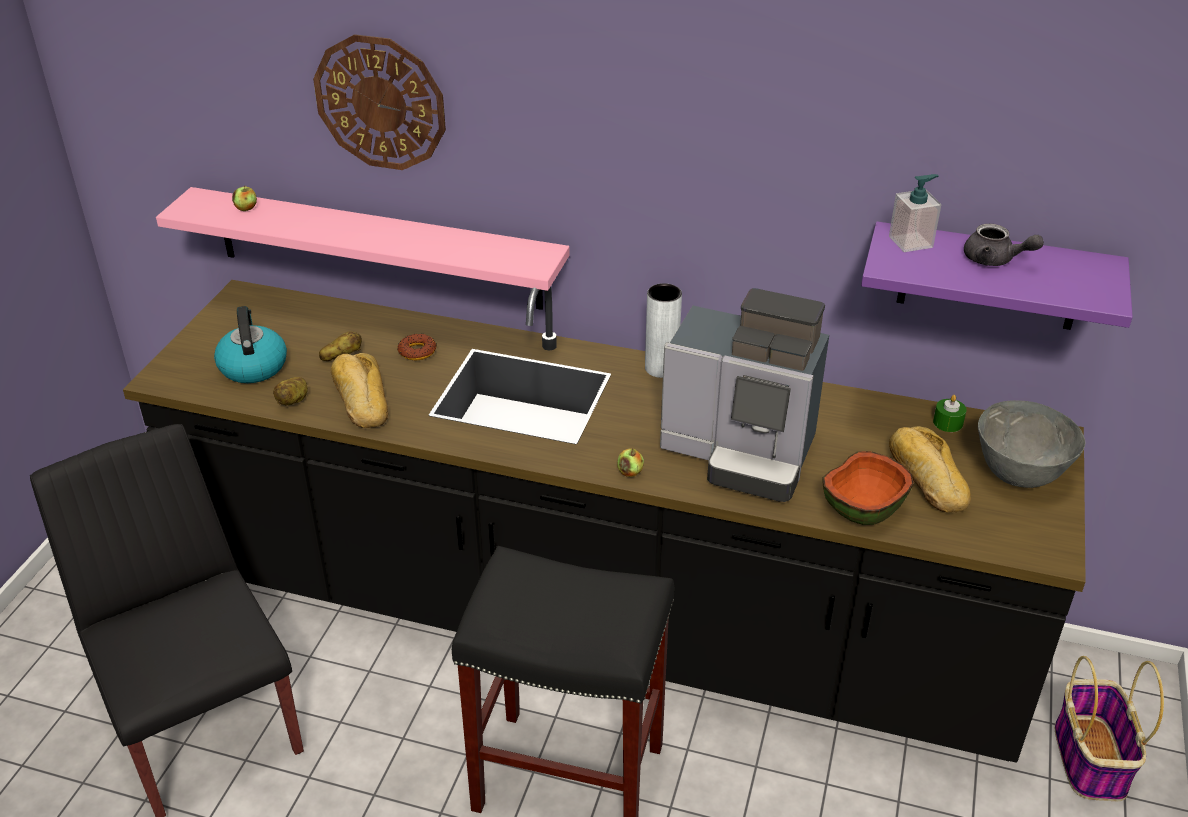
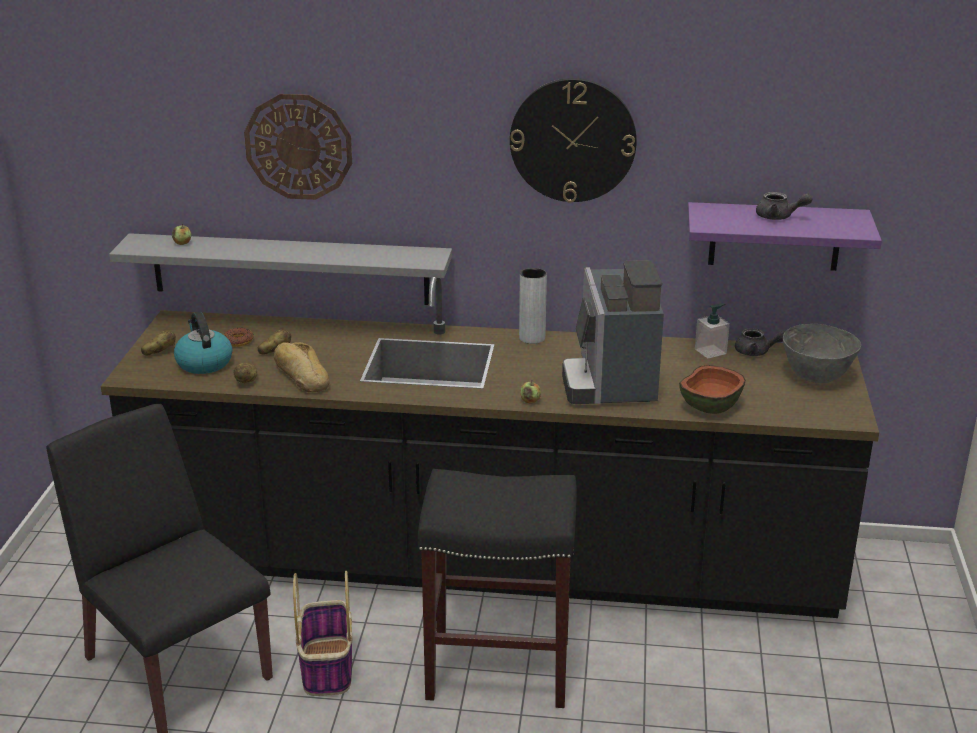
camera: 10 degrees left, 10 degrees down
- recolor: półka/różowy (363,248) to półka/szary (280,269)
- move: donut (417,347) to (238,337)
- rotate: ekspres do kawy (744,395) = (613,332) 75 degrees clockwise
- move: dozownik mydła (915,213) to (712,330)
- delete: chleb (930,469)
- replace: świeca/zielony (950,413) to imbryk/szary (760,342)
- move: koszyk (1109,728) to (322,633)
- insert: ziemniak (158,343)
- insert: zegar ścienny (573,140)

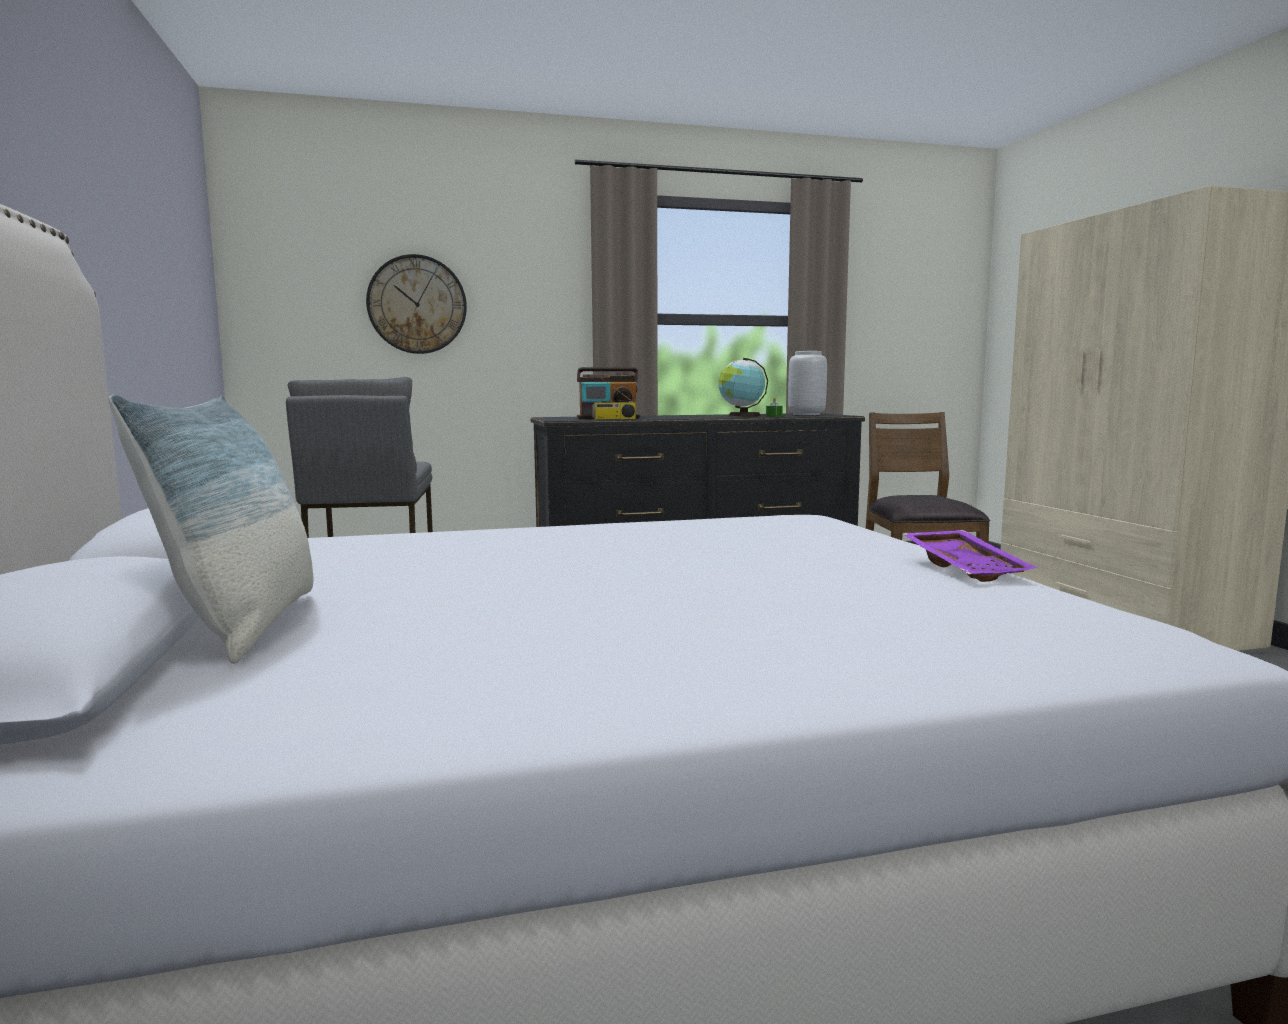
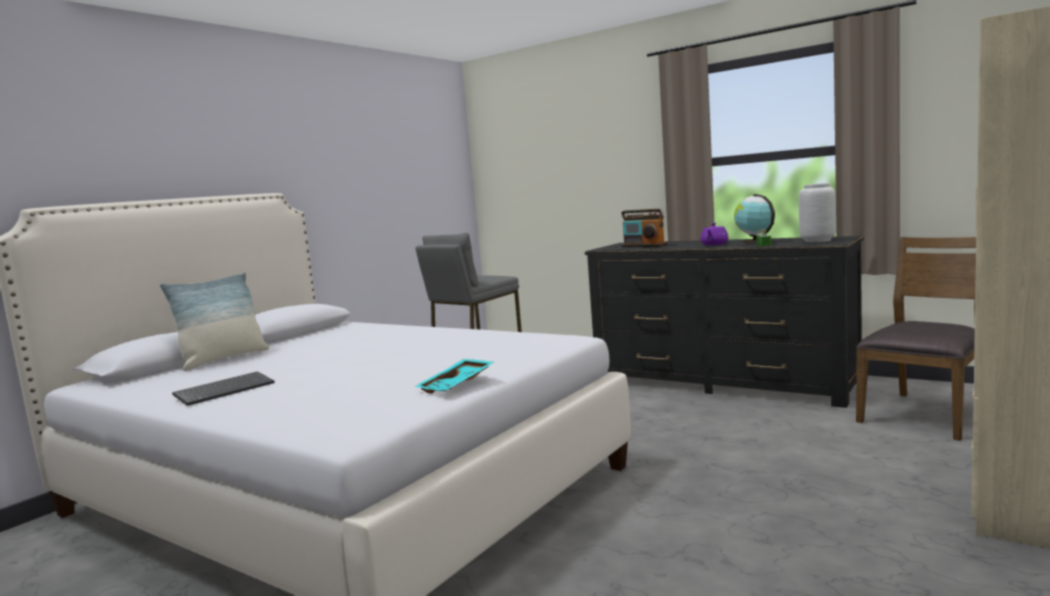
camera: 50 degrees right, 0 degrees up
- delete: zegar ścienny (416,304)
- delete: radio (614,399)
- recolor: taca/fioletowy (970,556) to taca/turkusowy (454,376)
- insert: klawiatura (223,388)
- insert: imbryk/fioletowy (714,234)

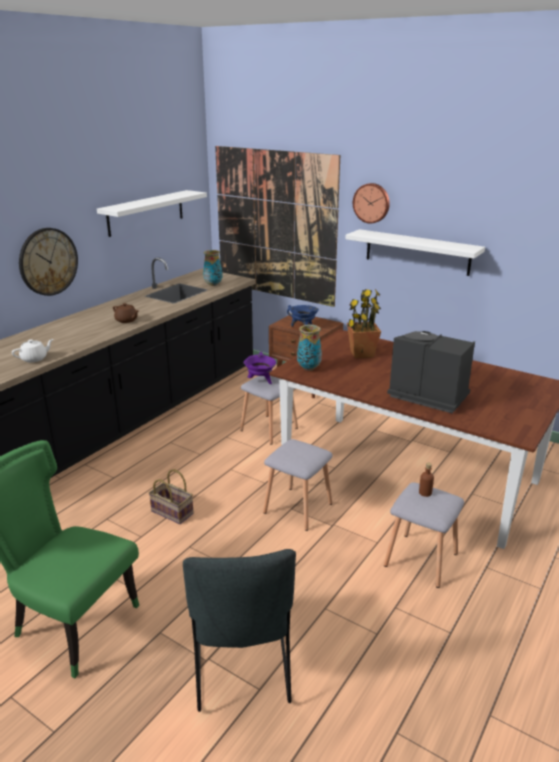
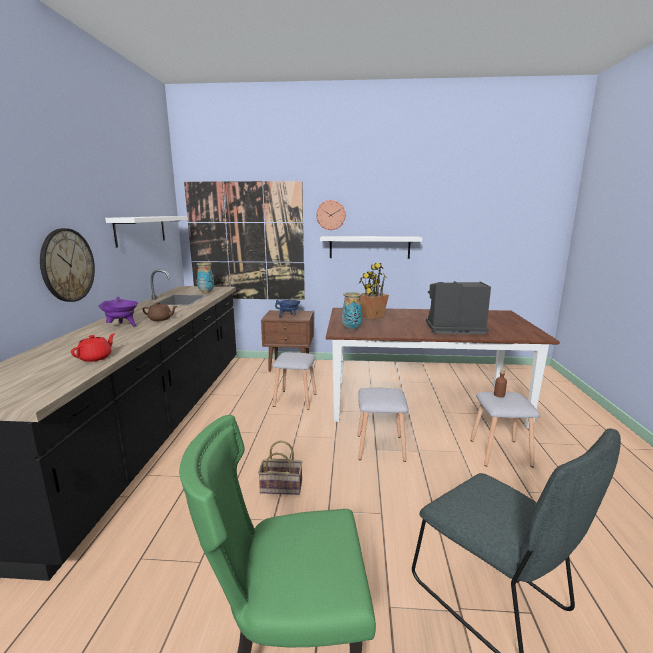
camera: 30 degrees left, 10 degrees down
- recolor: imbryk/biały (32,350) to imbryk/czerwony (93,347)
- move: garnek/fioletowy (259,368) to (118,312)

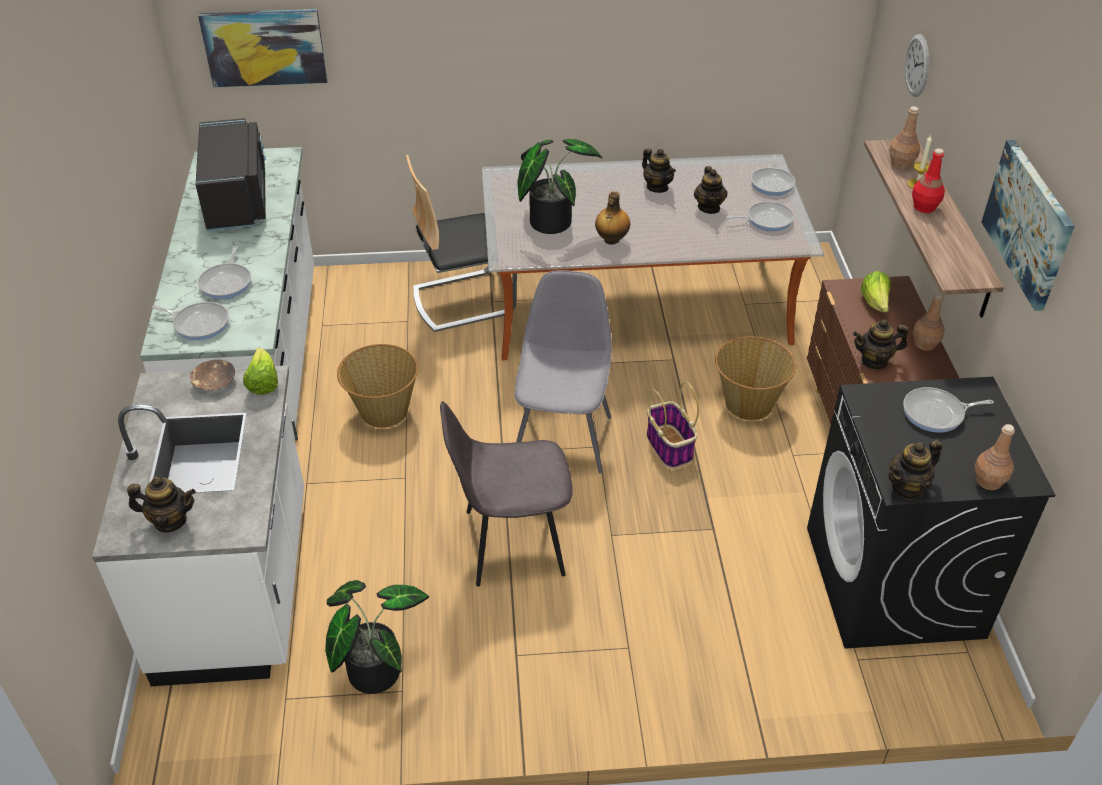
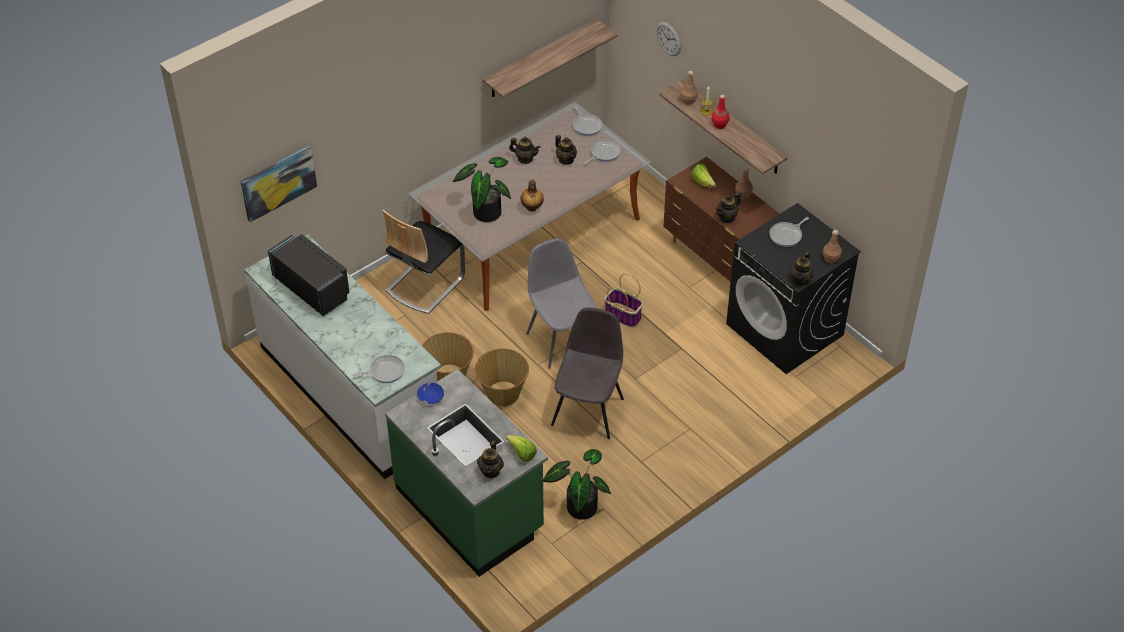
camera: 35 degrees left, 5 degrees up
- recolor: zabudowa kuchenna/biały (198,525) to zabudowa kuchenna/zielony (466,473)
- rotate: imbryk (161,504) = (490,459) 135 degrees clockwise
- recolor: miska/brązowy (212,375) to miska/niebieski (430,393)
- delete: patelnia (224,272)
- move: sałata (260,371) to (521,448)
- rotate: krzesło/szary (506,494) = (587,373) 150 degrees clockwise
- move: koszyk (755,378) to (502,377)
- delete: obraz (1028,225)
- insert: półka (550,58)

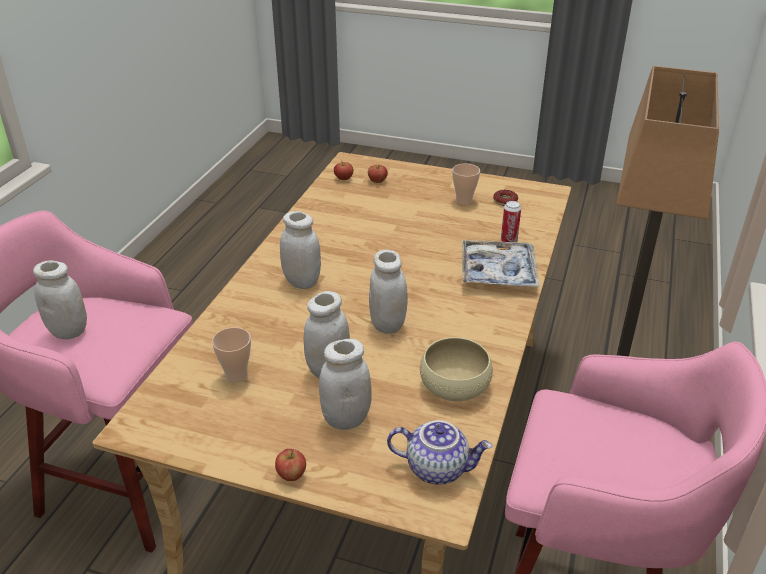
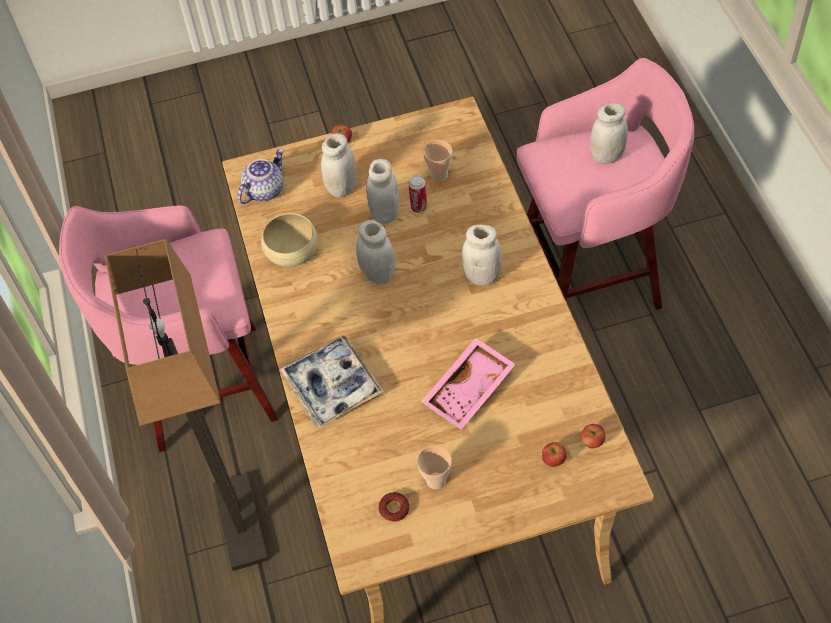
camera: 150 degrees right, 20 degrees up
- rotate: imbryk (439,452) = (260,176) 150 degrees clockwise
- move: puszka (511,221) to (418,194)
- insert: taca/różowy (468,383)

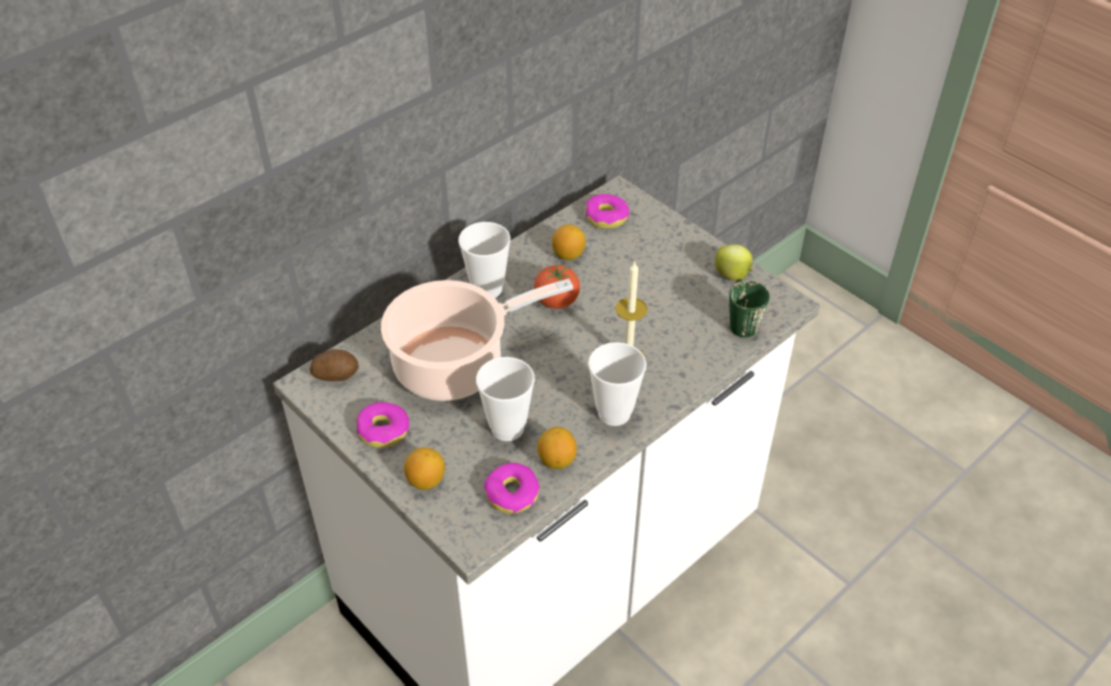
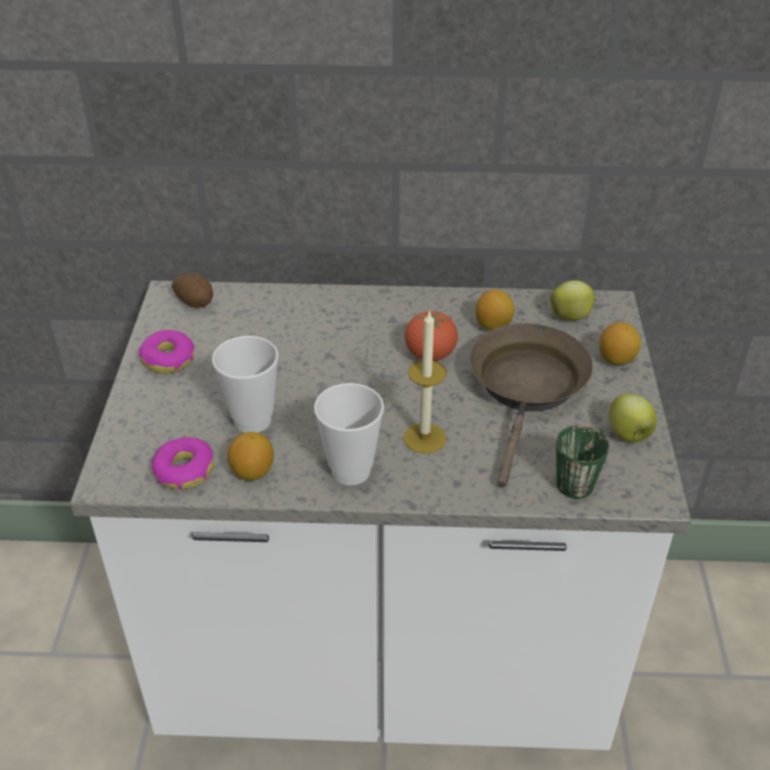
camera: 45 degrees right, 5 degrees down
- delete: garnek (477,340)
- move: cytryna (424,468) to (620,343)
- delete: filiżanka (484,260)
- replace: donut (607,211) to jabłko (573,300)
- insert: patelnia/brązowy (531,405)

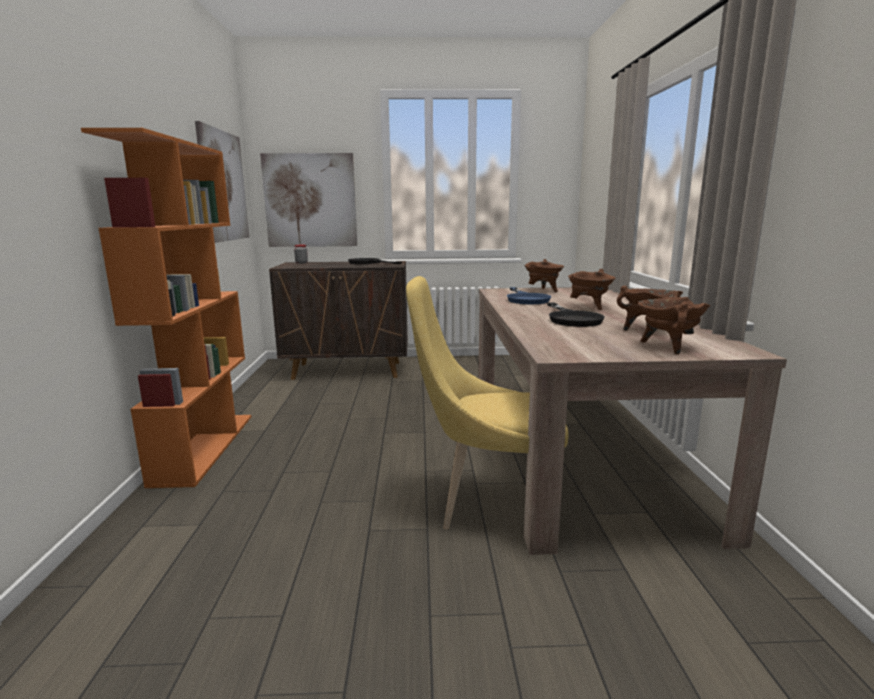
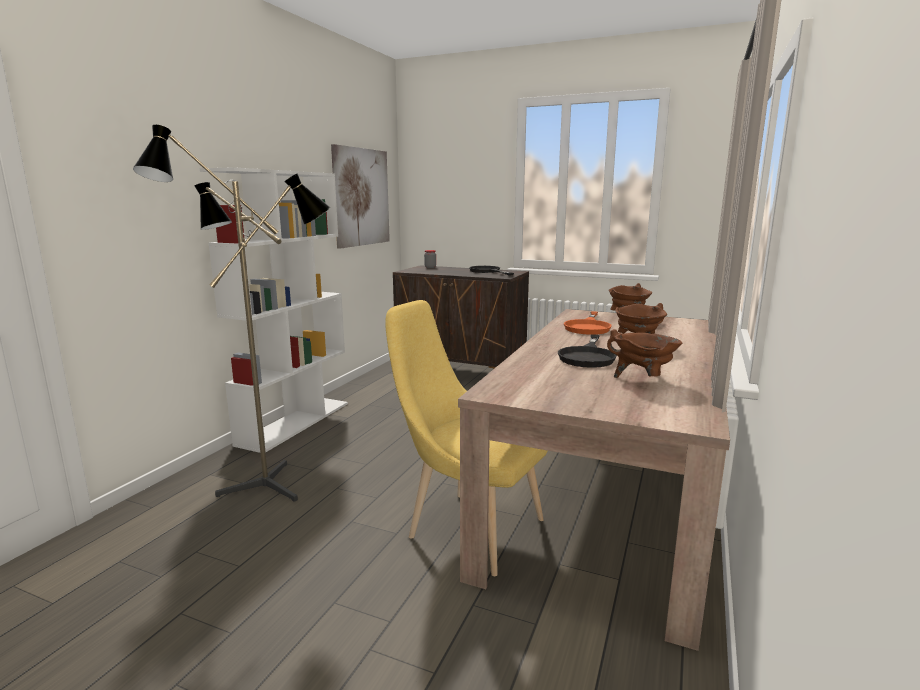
camera: 25 degrees right, 0 degrees up
- recolor: regał/pomarańczowy (166,308) to regał/biały (274,310)
- delete: obraz (308,200)
- recolor: patelnia/niebieski (529,295) to patelnia/pomarańczowy (587,323)
- delete: garnek/brązowy (674,325)
- insert: lampa stojąca (231,313)

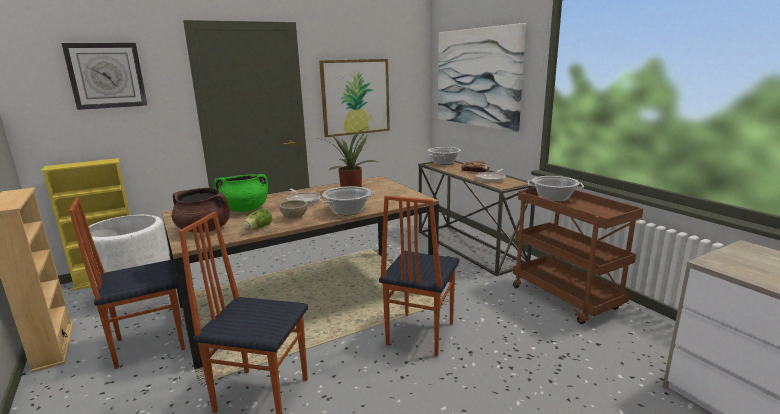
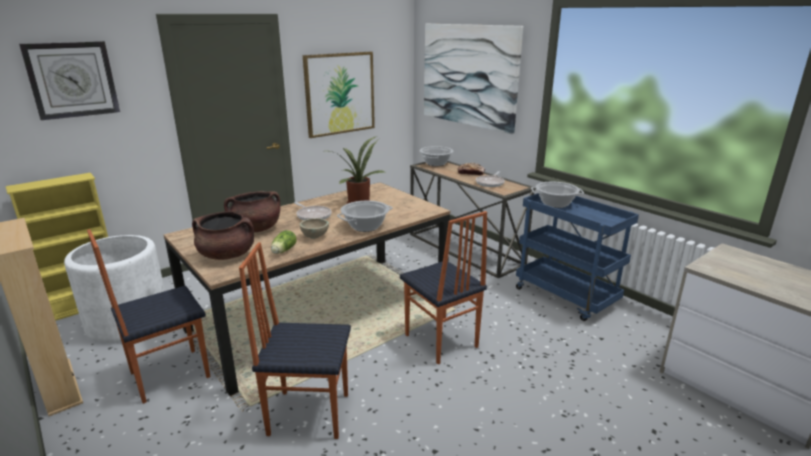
camera: 10 degrees left, 5 degrees up
- recolor: garnek/zielony (241,193) to garnek/brązowy (252,211)
- rotate: krzesło (419,276) = (443,288) 45 degrees counterclockwise
- recolor: wózek/brązowy (578,255) to wózek/niebieski (577,257)

